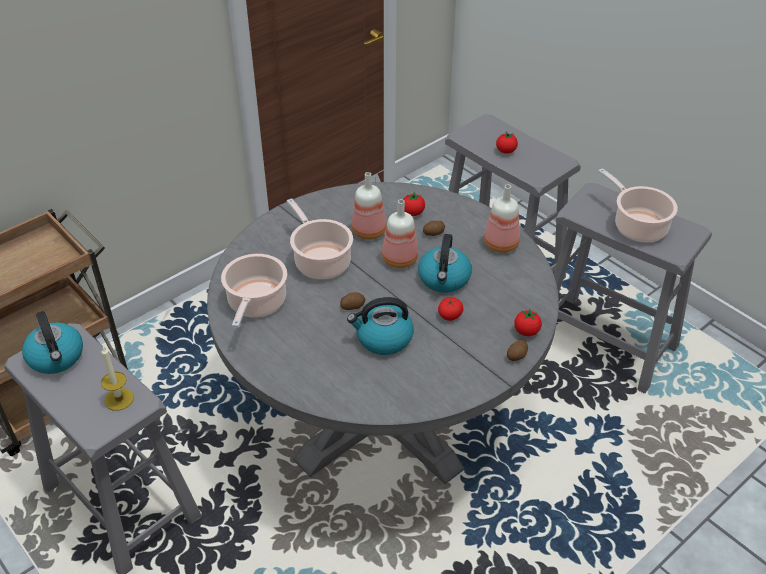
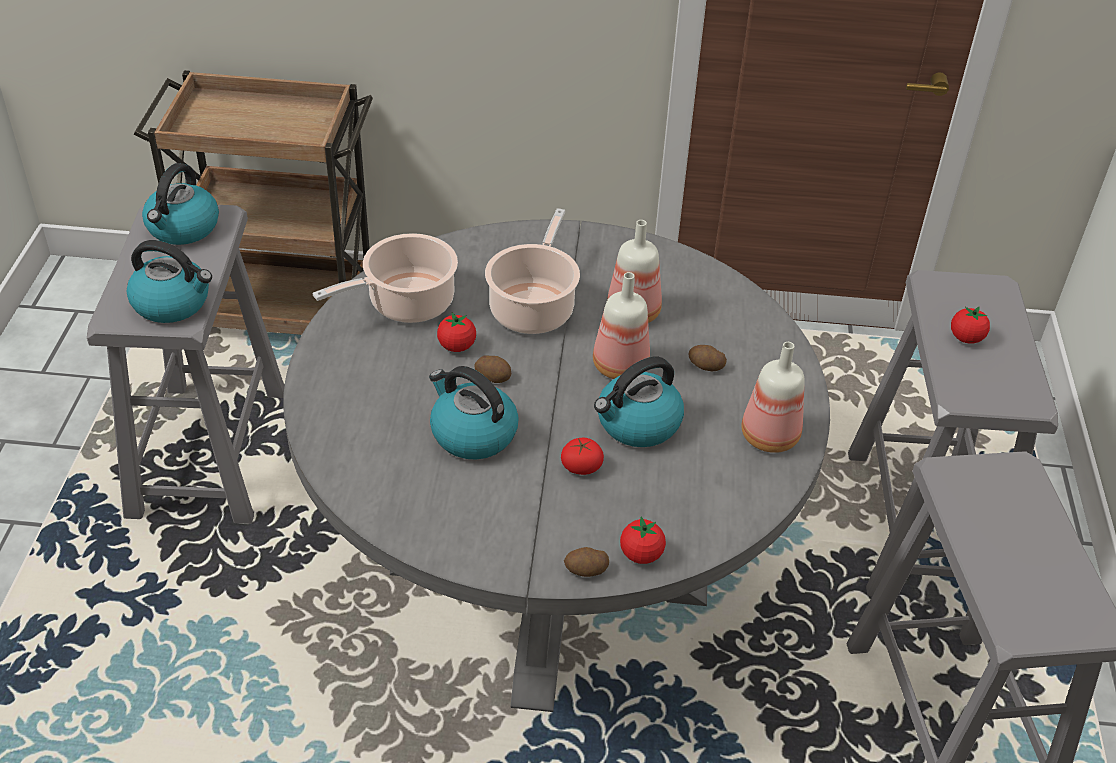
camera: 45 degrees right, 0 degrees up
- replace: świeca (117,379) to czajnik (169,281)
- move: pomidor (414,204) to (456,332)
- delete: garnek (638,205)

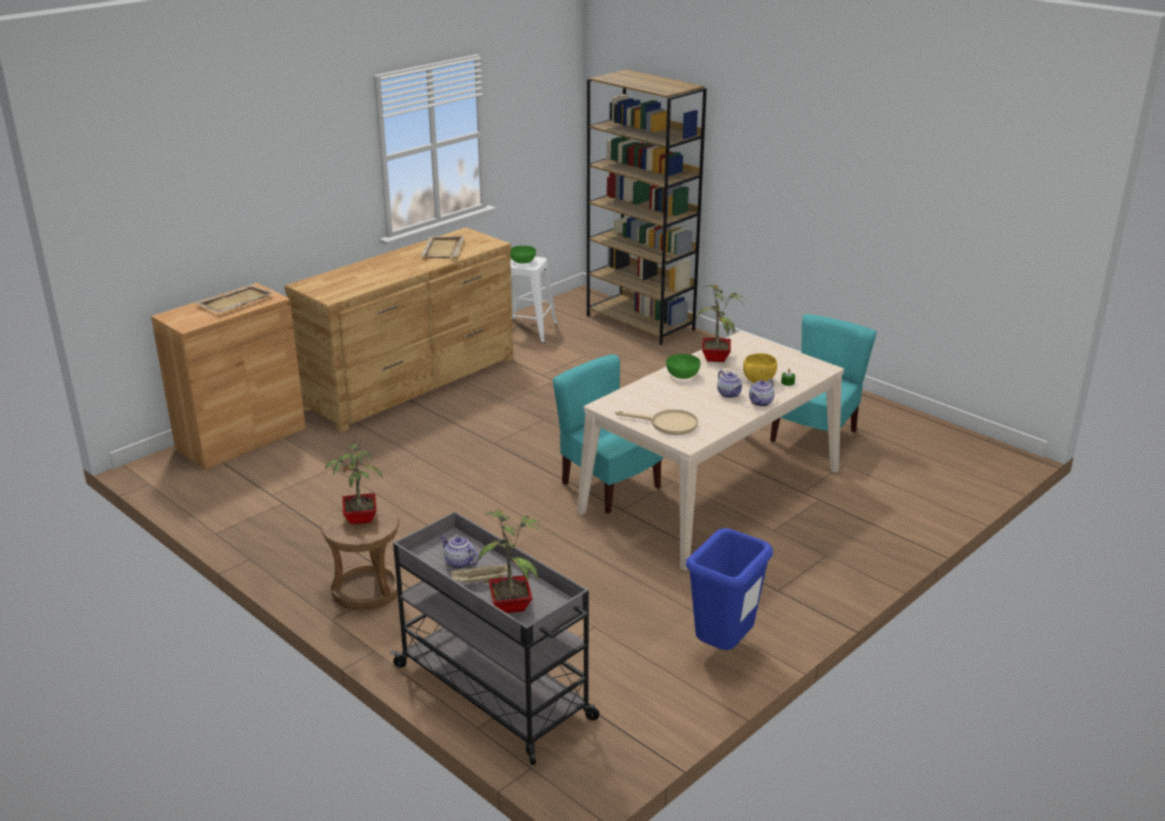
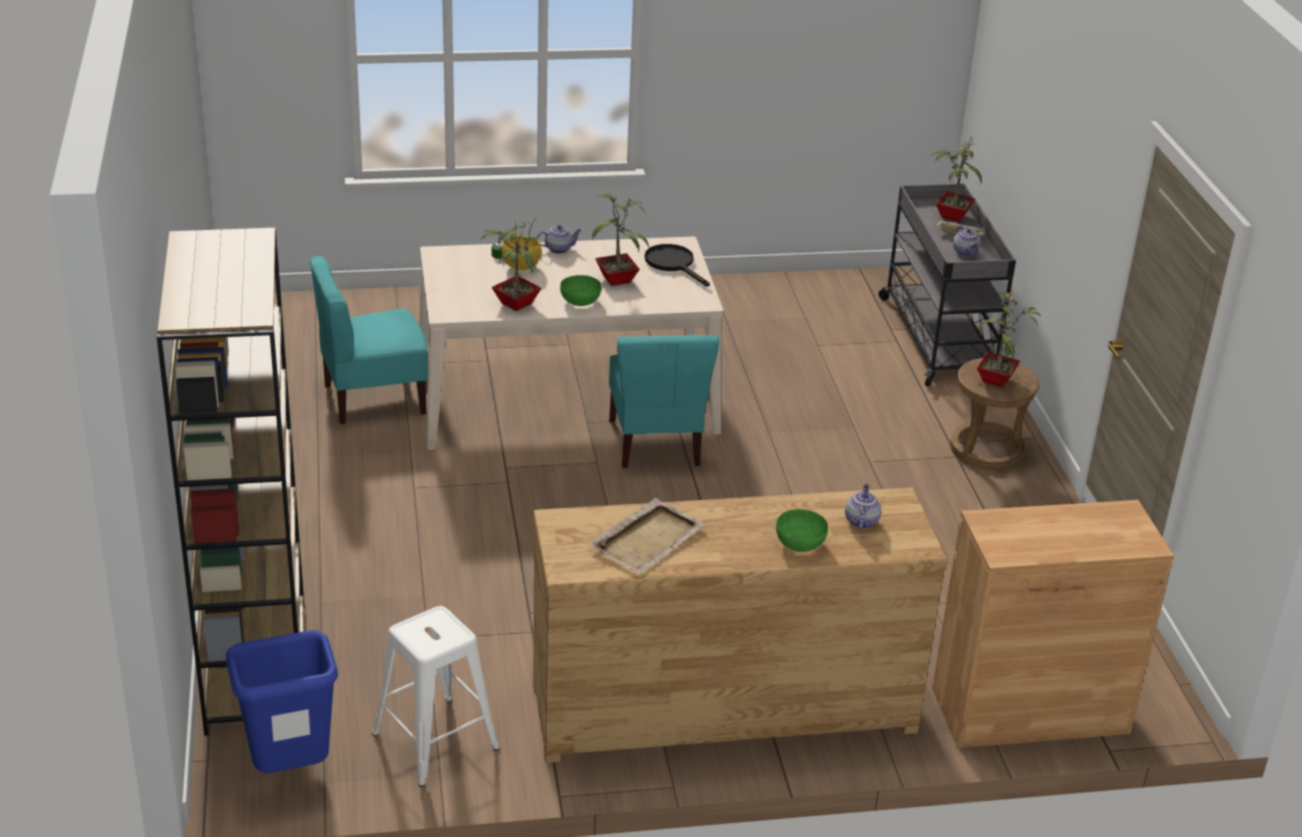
camera: 145 degrees left, 5 degrees up
- delete: taca/beżowy (235,299)
- move: miska/zielony (523,255) to (802,530)
- recolor: patelnia/beżowy (656,422) to patelnia/czarny (677,265)
- move: kosz na śmieci/niebieski (729,589) to (282,701)
- move: imbryk (729,384) to (863,506)
- insert: roślina doniczkowa (620,239)

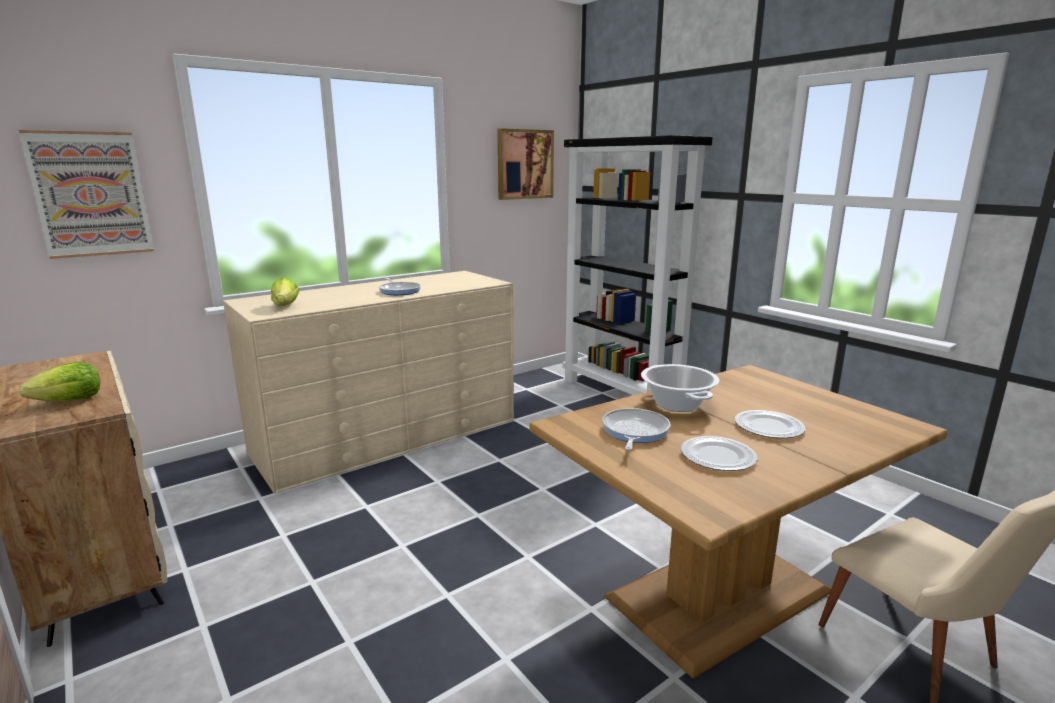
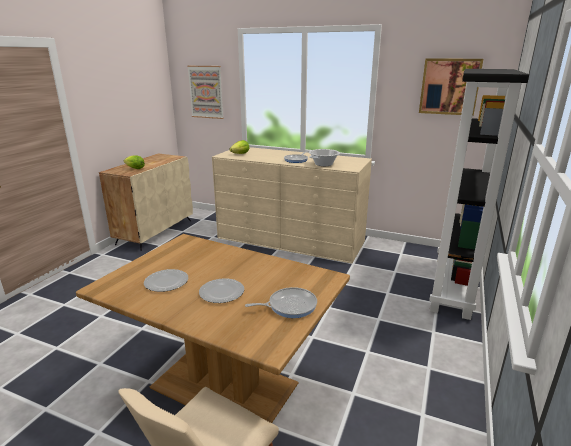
camera: 60 degrees right, 5 degrees up
- move: patelnia (636,429) to (281,302)
- move: garnek (680,388) to (324,157)

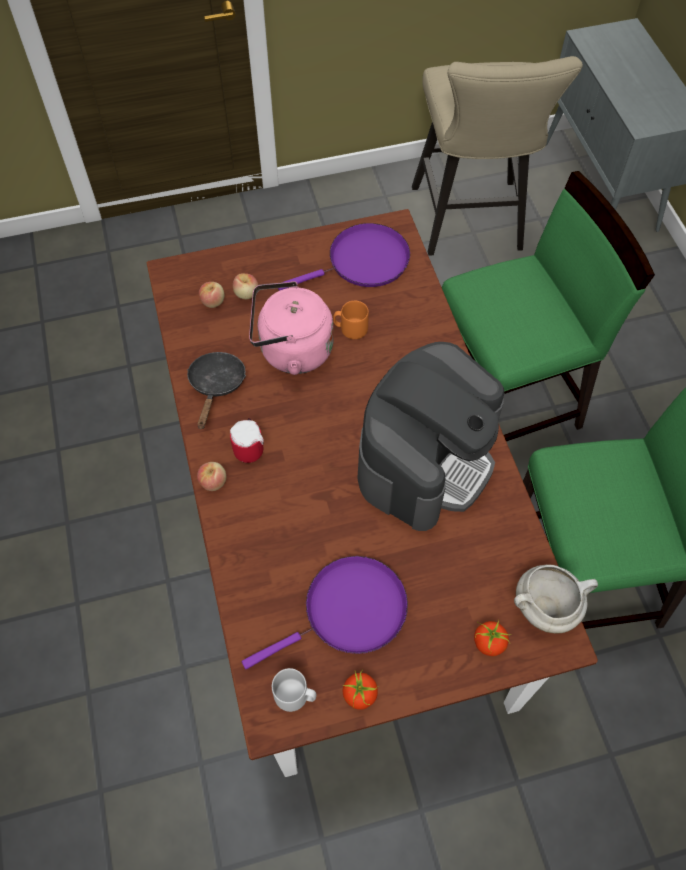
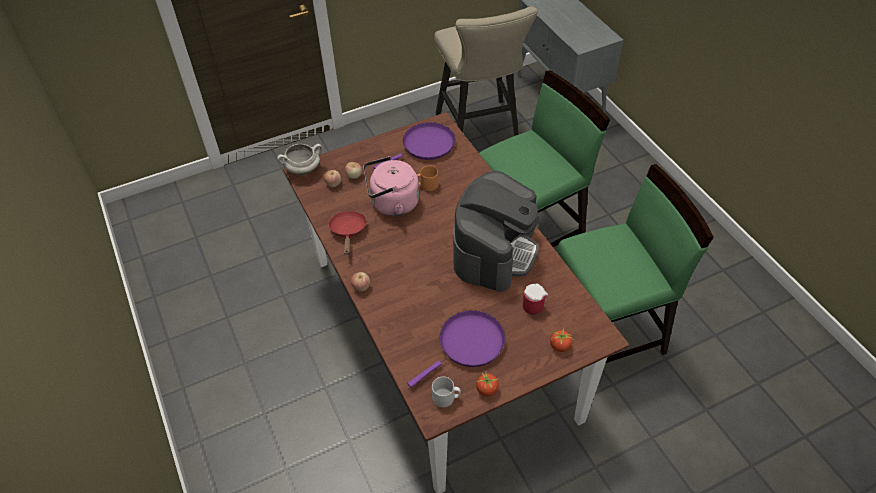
camera: 10 degrees left, 10 degrees down
- recolor: patelnia/czarny (216,390) to patelnia/czerwony (347,233)
- move: kubek (247,440) to (535,299)
- move: garnek/biały (556,599) to (299,159)

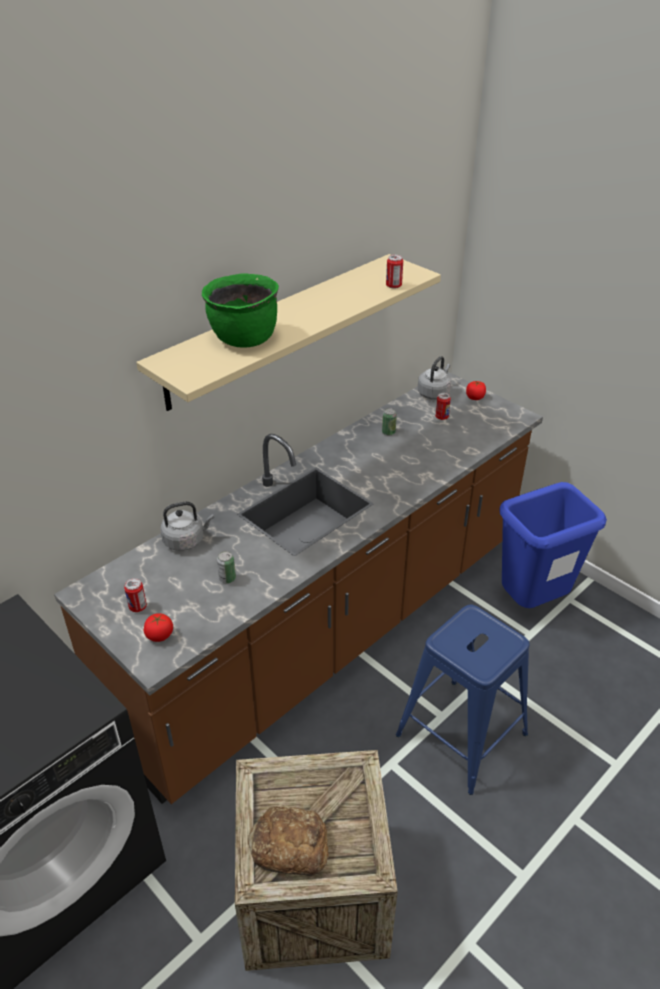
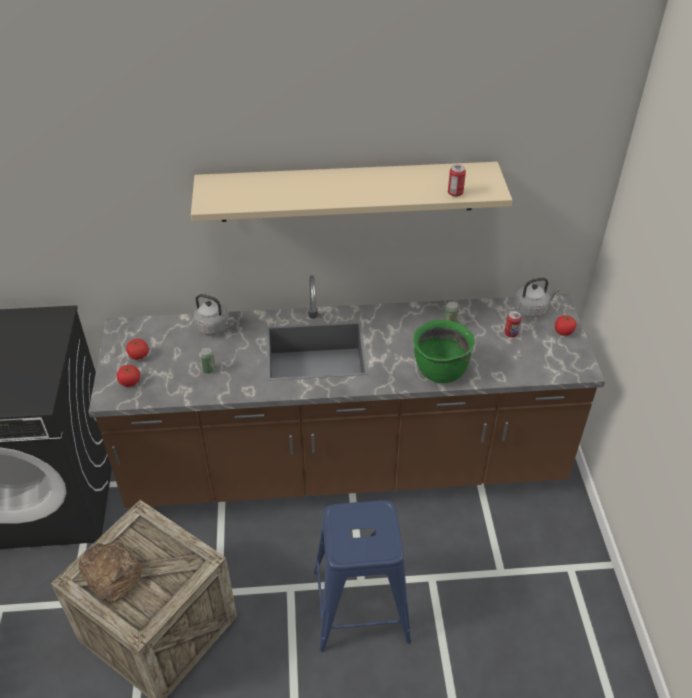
camera: 40 degrees right, 5 degrees up
- replace: puszka (135,595) to pomidor (137,349)
- move: garnek/zielony (240,310) to (443,351)
- delete: kosz na śmieci/niebieski (553,545)

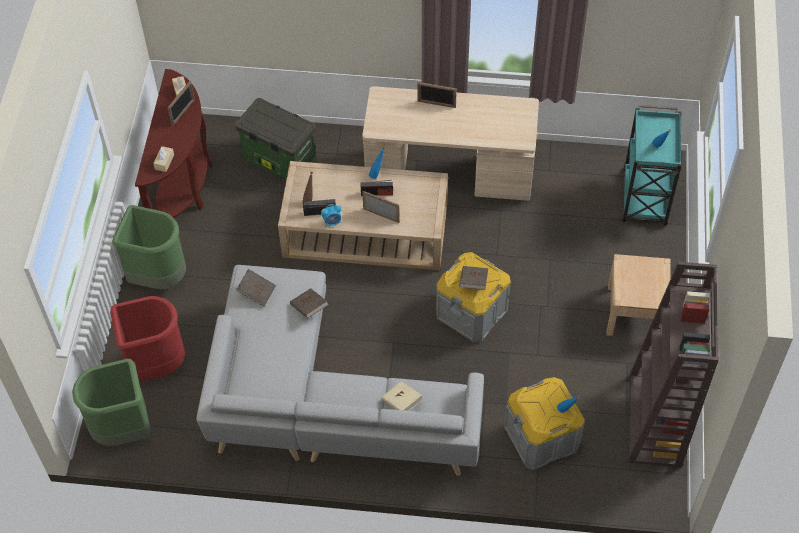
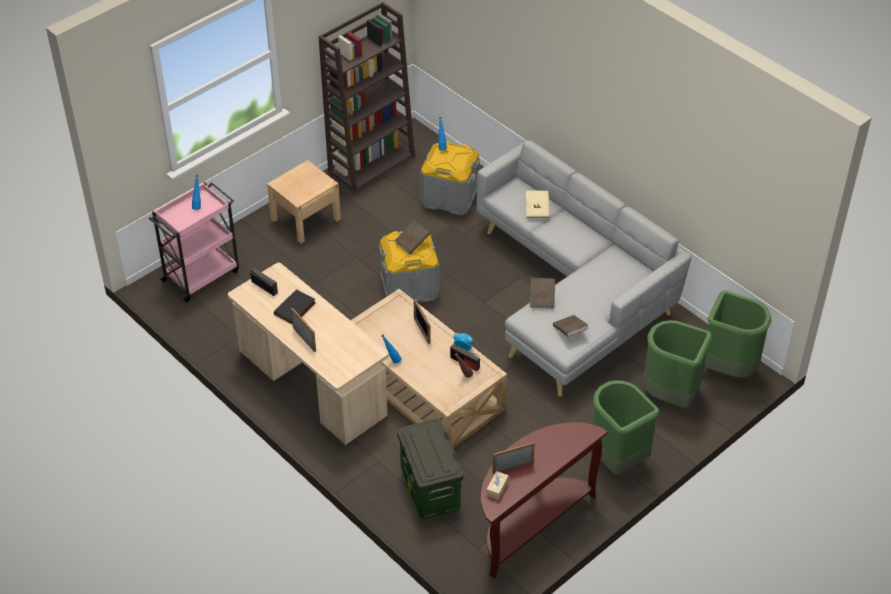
camera: 140 degrees left, 10 degrees down
- recolor: kosz na śmieci/czerwony (147,339) to kosz na śmieci/zielony (677,364)
- delete: pudełko chusteczek/beżowy (163,159)
- move: radio (377,188) to (264,282)
- recolor: wózek/turkusowy (652,165) to wózek/różowy (194,242)
- insert: książka/czarny (295,306)

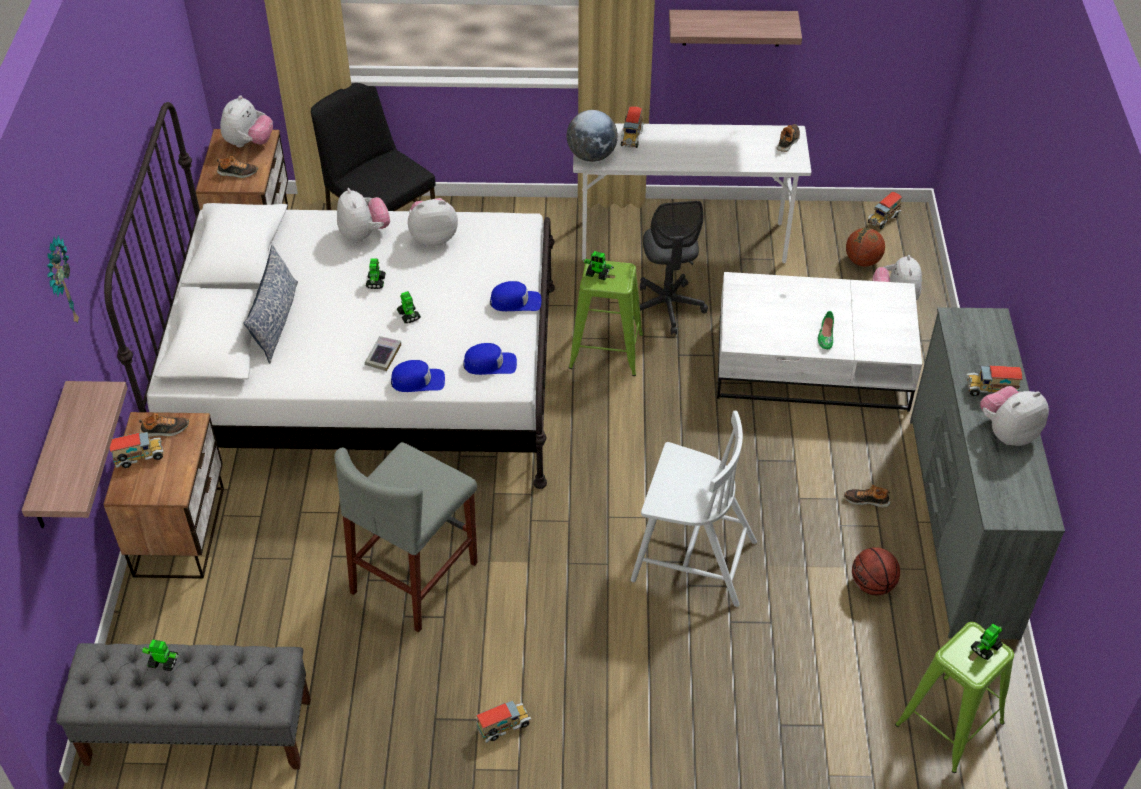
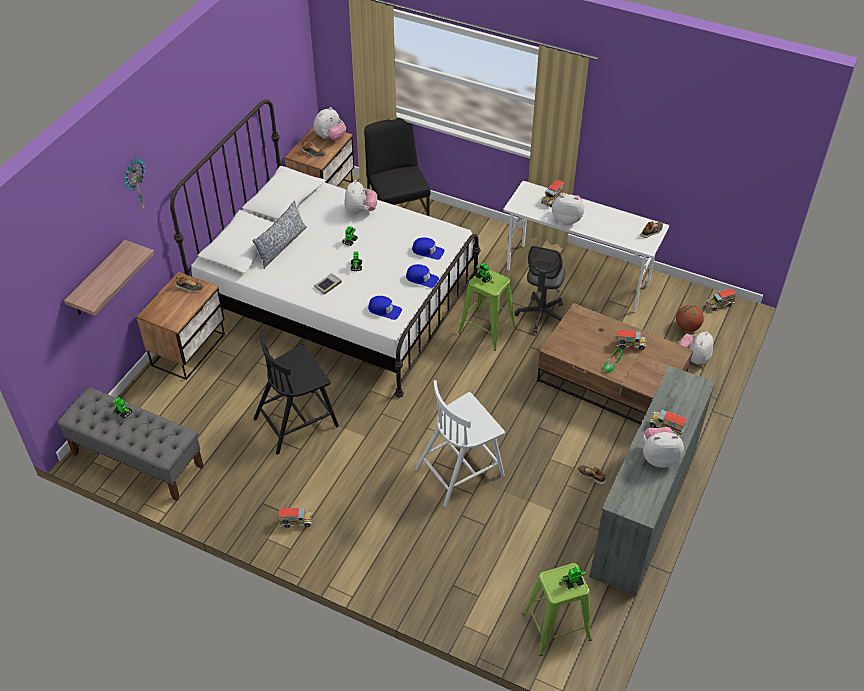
camera: 25 degrees right, 0 degrees up
- move: ciężarówka zabawkowa (136,450) to (631,339)
- replace: stołek/szary (406,537) to krzesło/czarny (296,392)
- move: czapka z daszkiem/niebieski (418,376) to (428,248)
- move: pluszak (433,222) to (568,209)
- delete: globus (592,136)
- rotate: krzesło/biały (694,509) = (460,443) 105 degrees clockwise
- delete: półka (735,28)
- recolor: ława/biały (819,342) to ława/brązowy (615,363)
- delete: piłka do koszykówki (876,571)

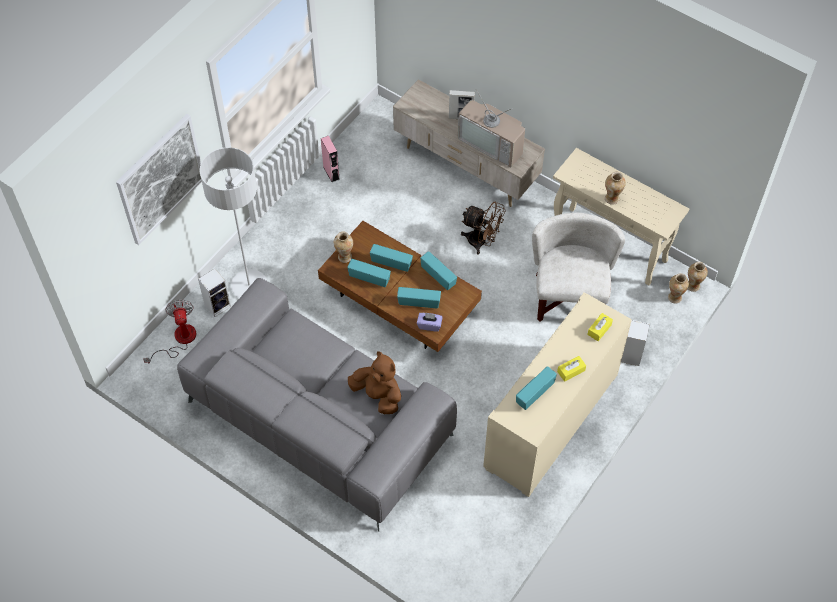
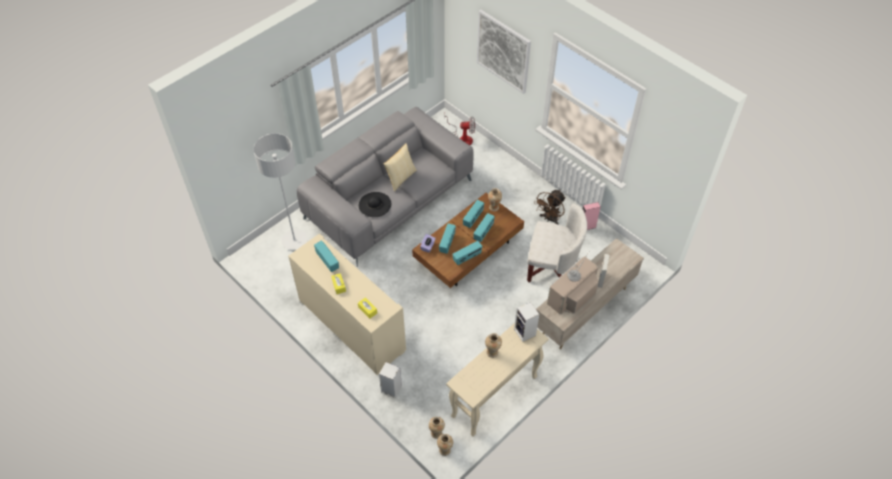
camera: 100 degrees right, 5 degrees down
- move: głośnik (214,293) to (526,322)
- move: lampa stojąca/szary (233,222) to (280,191)
- replace: pluszak/brązowy (374,382) to kapelusz/czarny (375,204)
- move: wentylator/brązowy (483,228) to (549,207)
- move: fotel/biały (578,267) to (557,242)
- insert: poduszka (400,167)

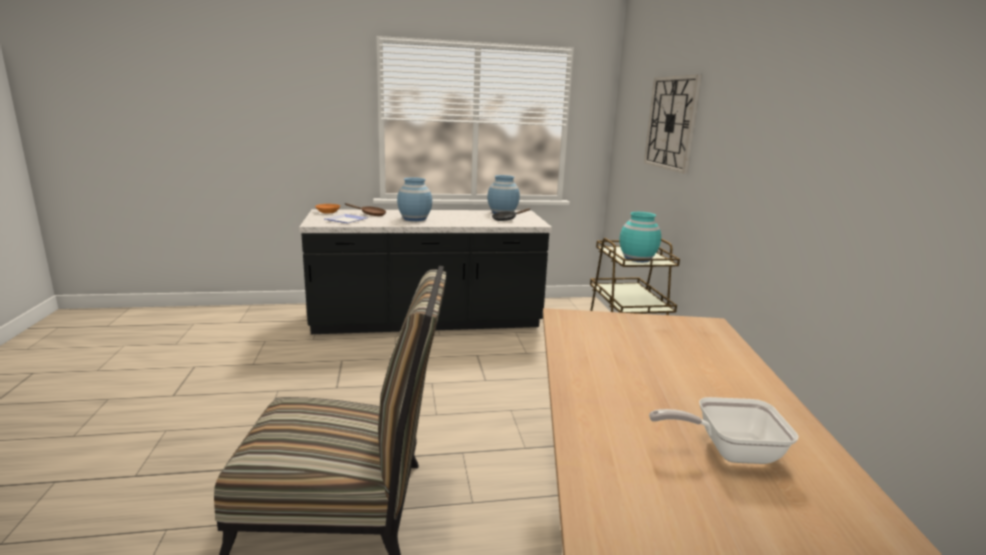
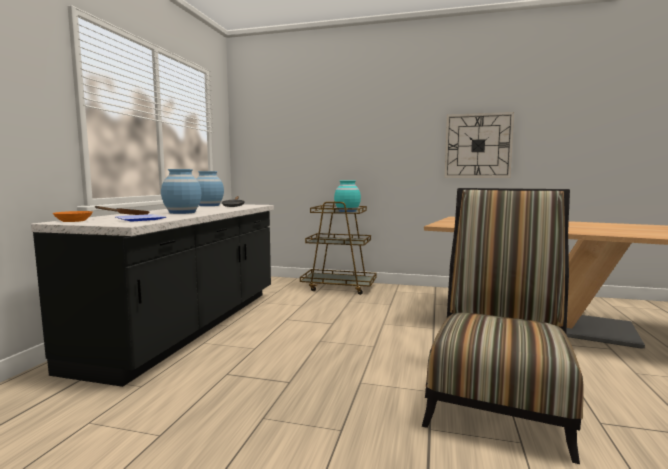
camera: 65 degrees left, 10 degrees down
- move: zegar ścienny (673,124) to (479,145)
- delete: patelnia (724,430)

